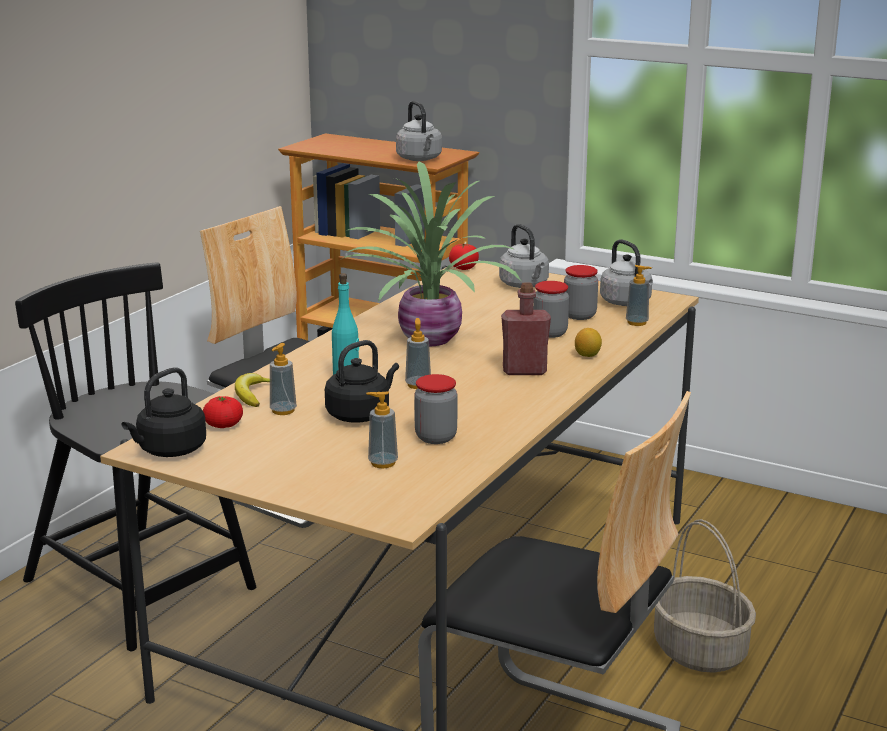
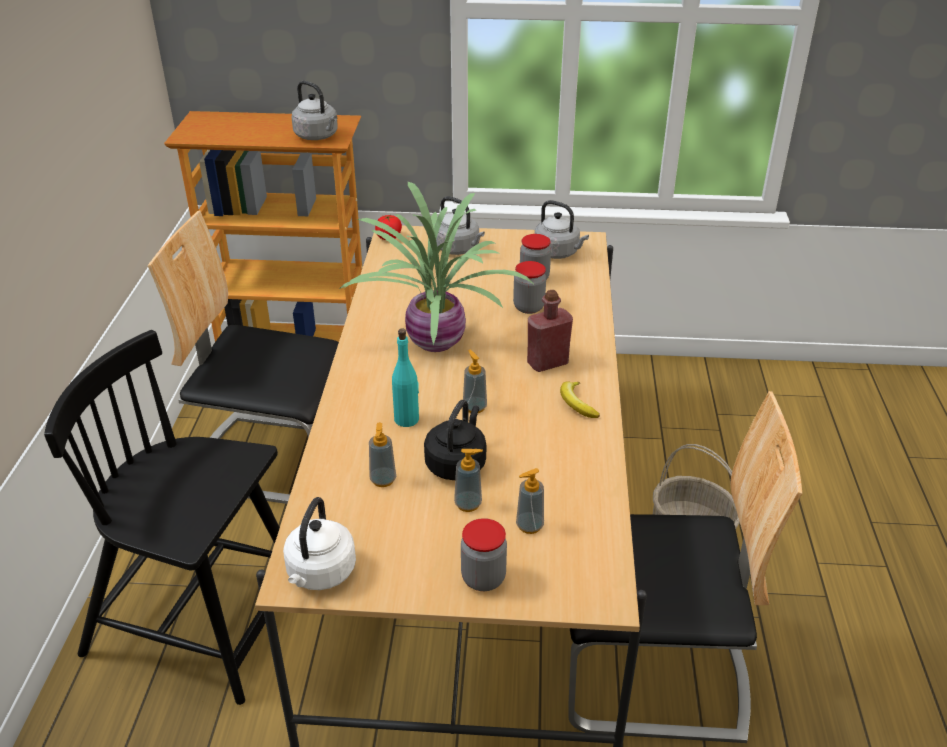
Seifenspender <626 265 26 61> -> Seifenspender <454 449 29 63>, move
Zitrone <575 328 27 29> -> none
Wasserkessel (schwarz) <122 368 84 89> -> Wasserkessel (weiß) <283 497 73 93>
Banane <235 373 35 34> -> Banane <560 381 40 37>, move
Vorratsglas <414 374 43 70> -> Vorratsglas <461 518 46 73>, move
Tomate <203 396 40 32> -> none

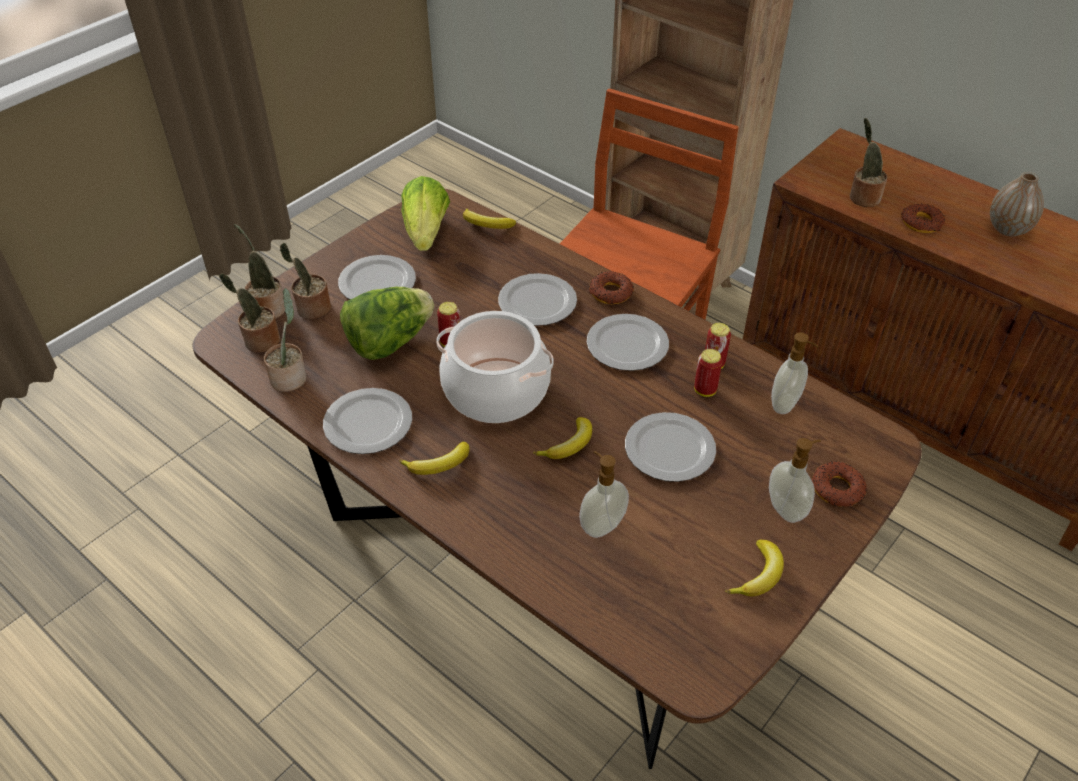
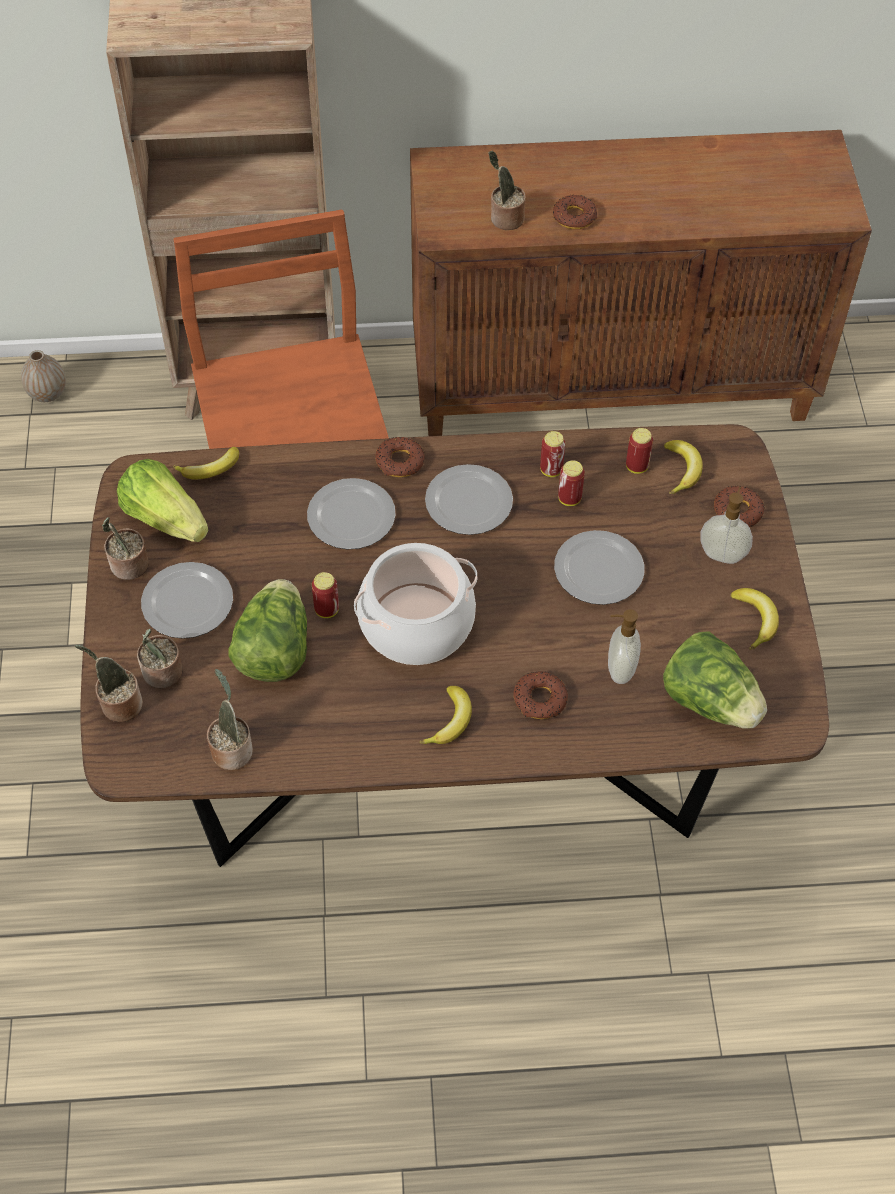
Vase <990 172 54 64> -> Vase <21 350 45 52>, move
Topfpflanze <219 273 61 80> -> Topfpflanze <102 517 47 63>, move
Seifenspender <771 332 48 82> -> Dose <626 428 27 46>
Teller <323 388 89 66> -> none
Banane <533 417 59 42> -> Banane <664 440 39 54>, move
none -> Salatkopf <663 631 104 98>
none -> Donut <514 672 54 47>

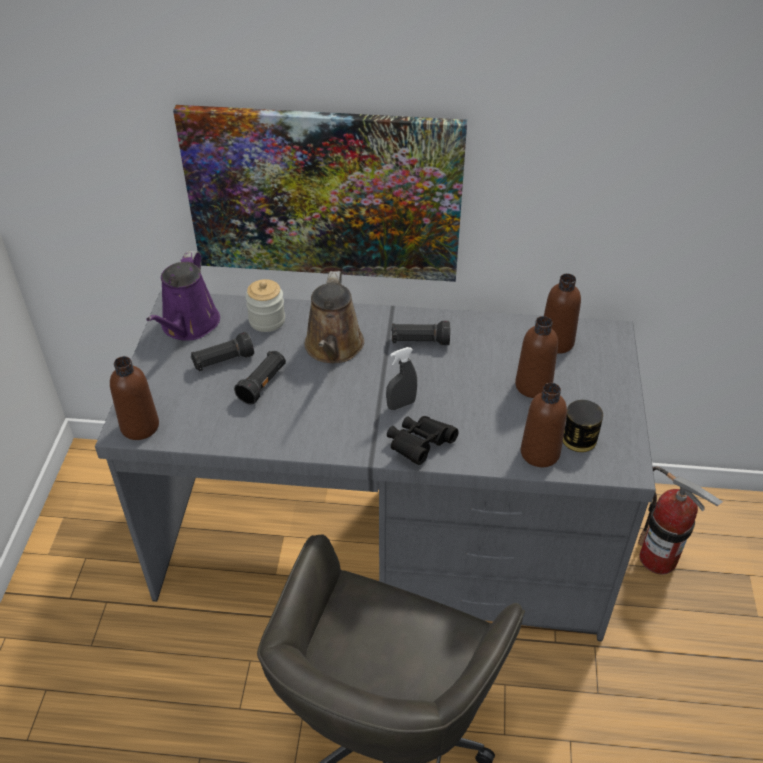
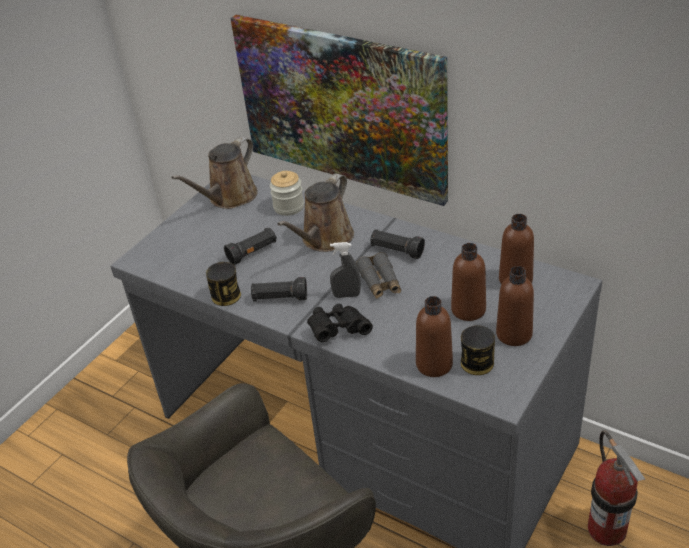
Gießkanne (lila) <147 251 73 90> -> Gießkanne (braun) <171 137 87 72>
Taschenlampe (schwarz) <191 332 63 39> -> Taschenlampe (schwarz) <251 277 56 25>, move
Flasche (braun) <110 356 49 84> -> Flasche (braun) <496 266 38 80>, move
none -> Fernglas (grau) <356 252 45 47>
none -> Dose <206 262 35 44>

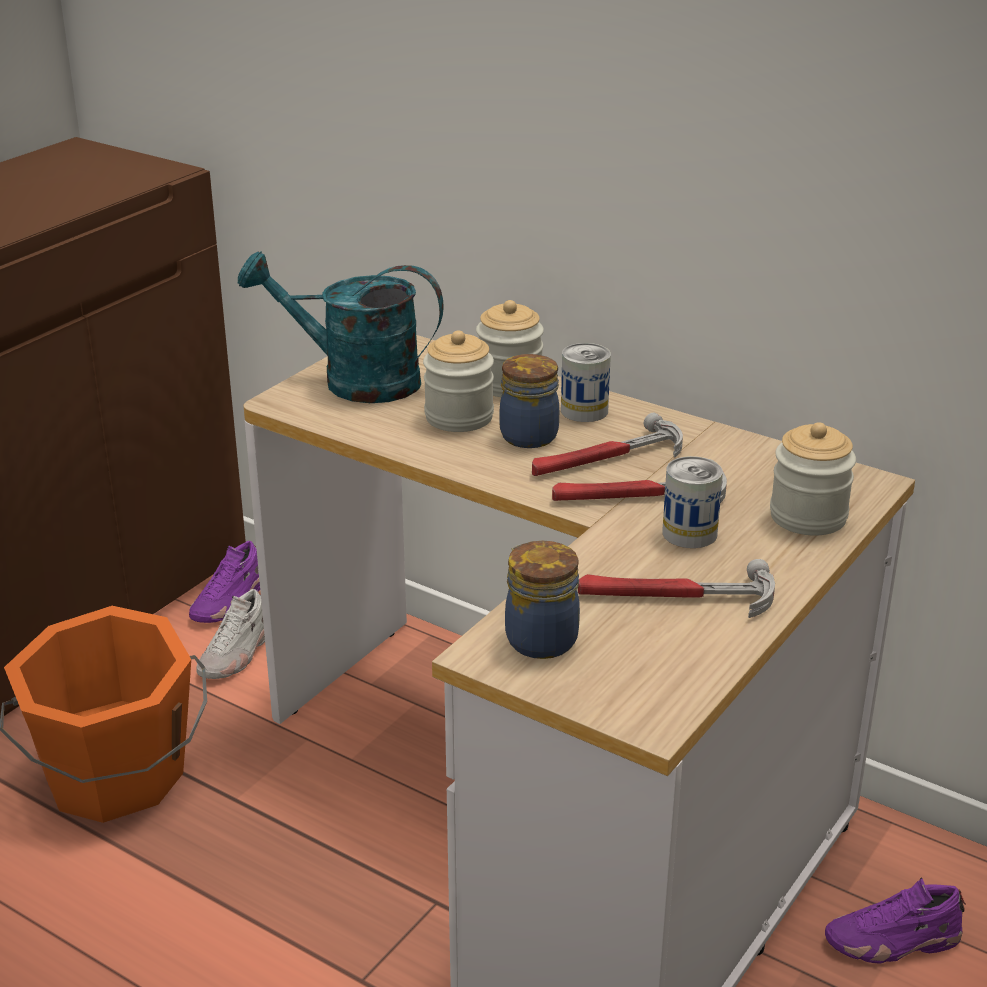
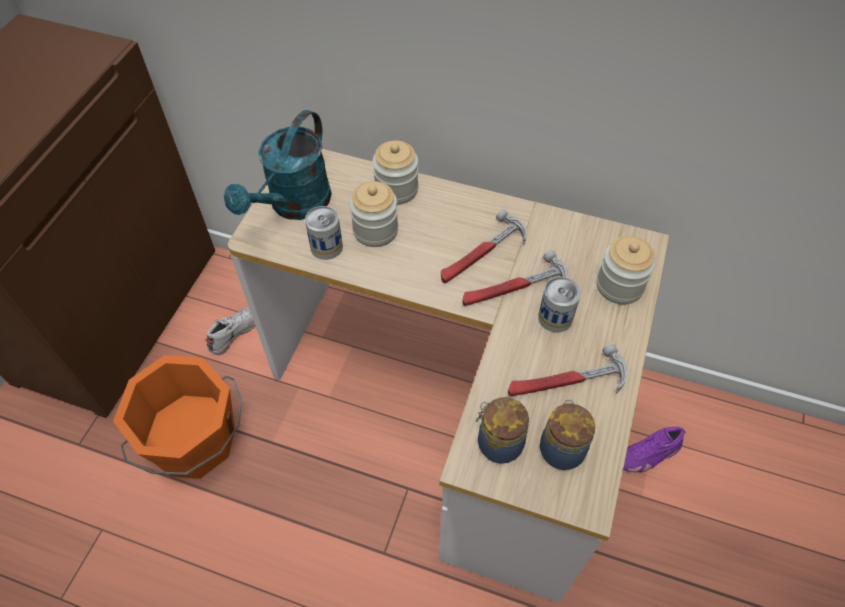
Gießkanne (türkis) <238 251 206 152> -> Gießkanne (türkis) <224 110 108 110>, 60 degrees counterclockwise
Dose <561 343 50 79> -> Dose <305 206 38 54>, move
Vorratsglas <499 354 60 94> -> Vorratsglas <540 400 55 70>, move
Schuh (lila) <189 541 71 82> -> none
Schuh (weiß) <196 589 69 90> -> Schuh (weiß) <205 307 51 48>, 150 degrees counterclockwise

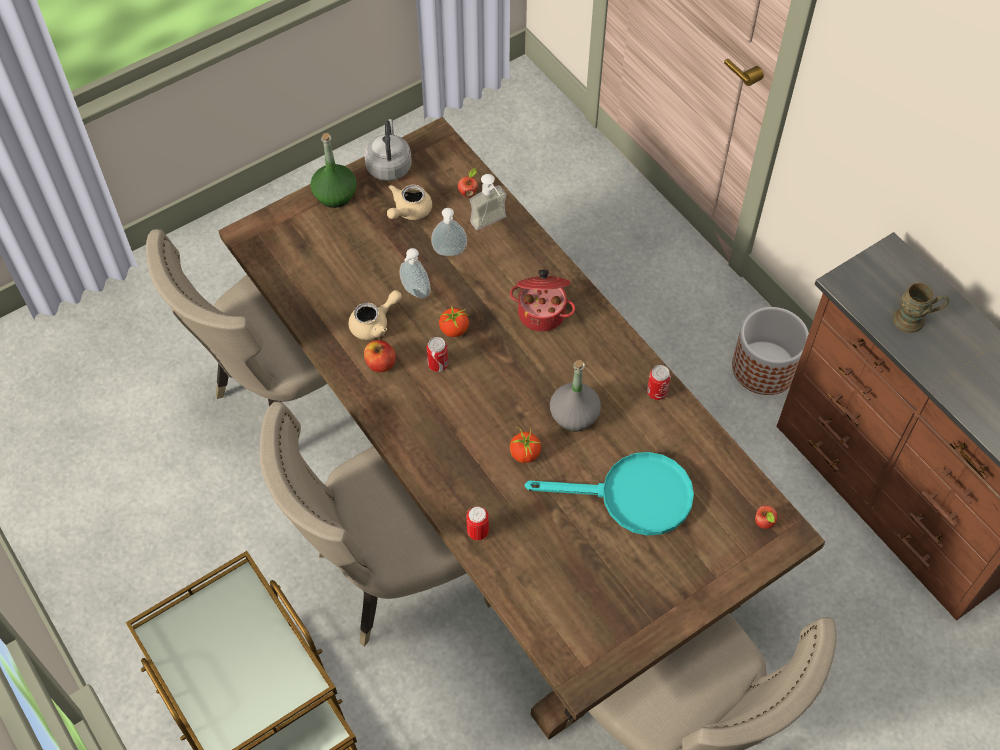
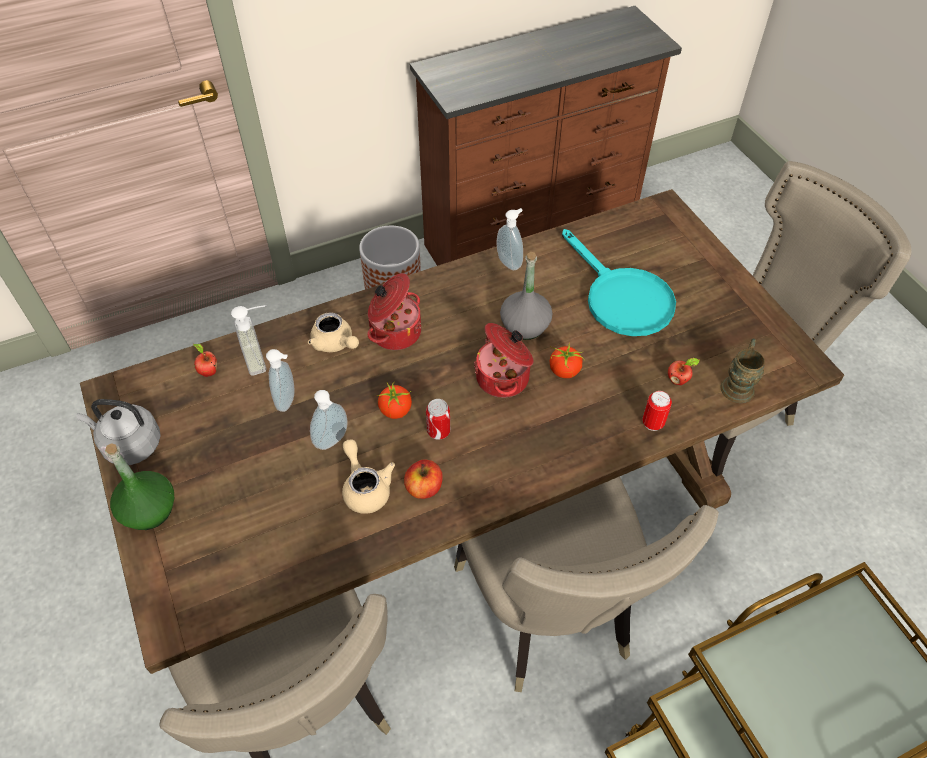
Teekanne (beige) <387 185 45 35> -> Teekanne (beige) <308 312 51 40>, move
Henkelbecher (braun) <893 283 56 50> -> Henkelbecher (braun) <721 338 44 65>, move
Dose <647 365 24 35> -> Seifenspender <497 208 26 62>
Pfanne (türkis) <525 452 169 84> -> Pfanne (türkis) <562 229 114 107>, 135 degrees clockwise
Apfel <755 505 23 24> -> Apfel <668 358 32 27>, move
none -> Kochtopf <474 323 60 75>

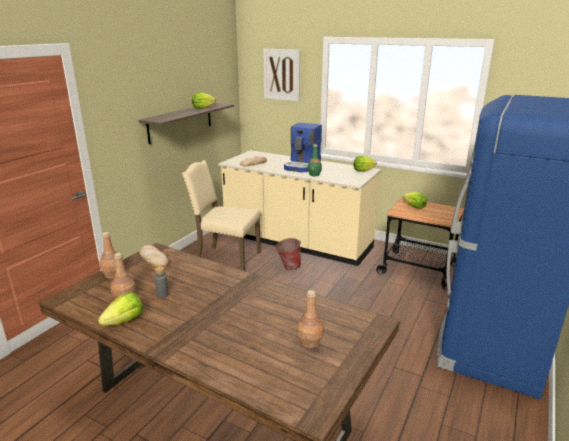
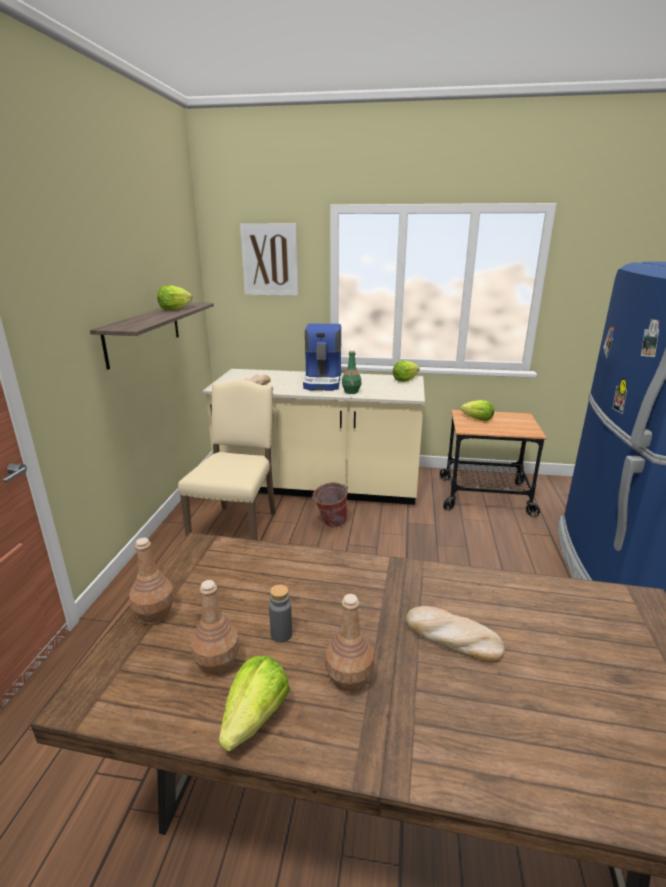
Stuhl (beige) <182 160 79 111> -> Stuhl (beige) <178 380 98 160>, 105 degrees clockwise
Brot <139 245 30 23> -> Brot <406 606 99 57>, move
Flasche (braun) <296 290 28 58> -> Flasche (braun) <325 594 49 100>, move

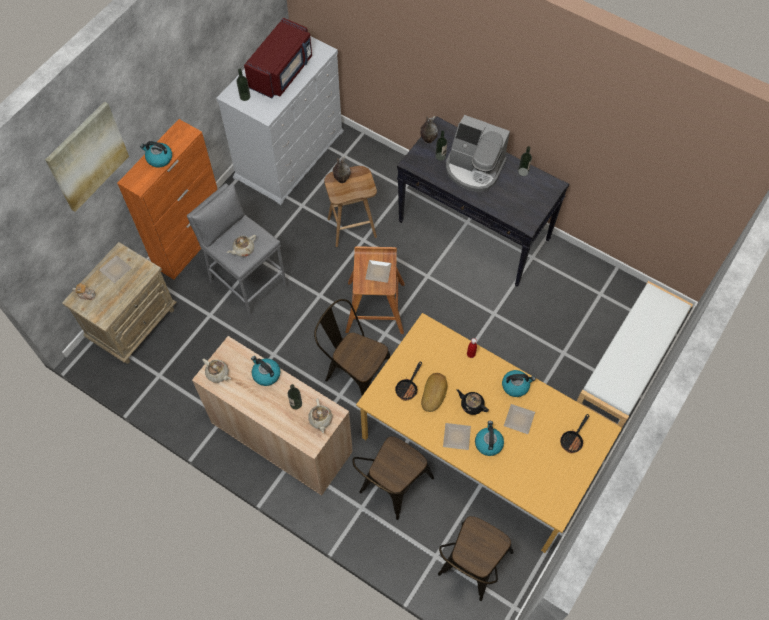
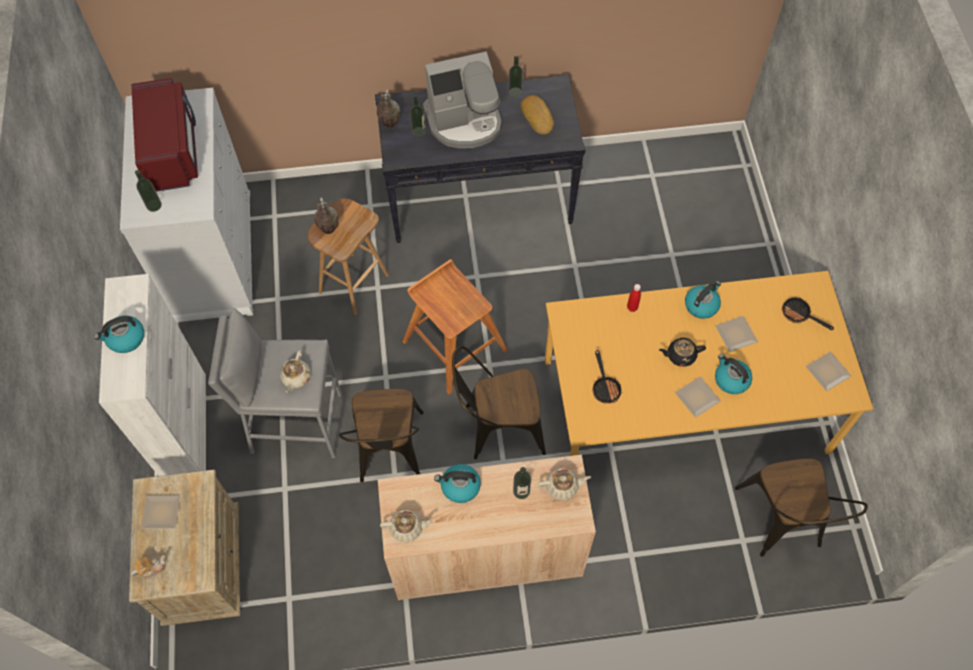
Bild <45 102 84 110> -> none
Schrank (orange) <117 119 101 161> -> Schrank (weiß) <99 274 107 202>
Teller <365 260 27 23> -> Teller <806 351 45 40>, move
Bank (weiß) <576 281 117 146> -> none
Brot <421 373 26 39> -> Brot <521 95 33 39>, move
Teekanne (beige) <308 398 25 35> -> Teekanne (beige) <538 468 53 32>, 45 degrees counterclockwise
Pfanne <560 414 29 39> -> Pfanne <782 297 52 33>, 135 degrees clockwise
Stuhl (braun) <352 436 82 84> -> Stuhl (braun) <339 389 85 93>, move

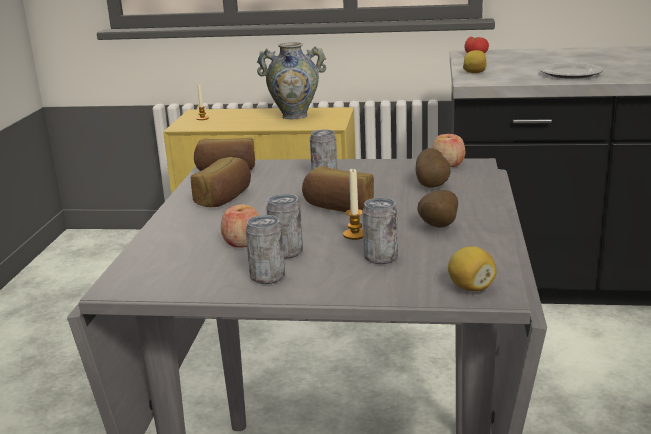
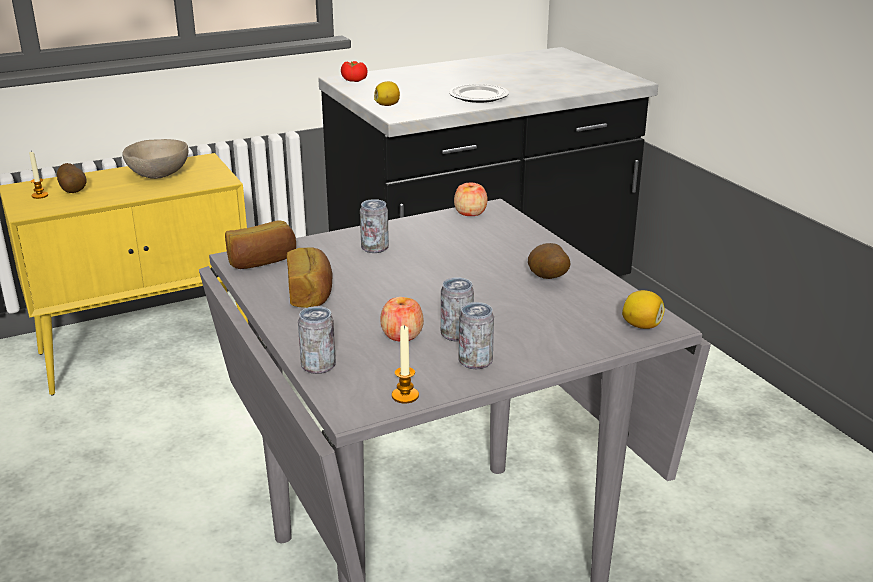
Vase <257 42 69 77> -> Schüssel (beige) <122 139 66 40>
Kartoffel <415 148 36 40> -> Kartoffel <57 163 30 30>, move
Brot <302 167 72 45> -> none
Kerze <343 169 20 71> -> Kerze <392 325 27 78>, move
Dose <363 198 35 66> -> Dose <298 306 38 68>, move

